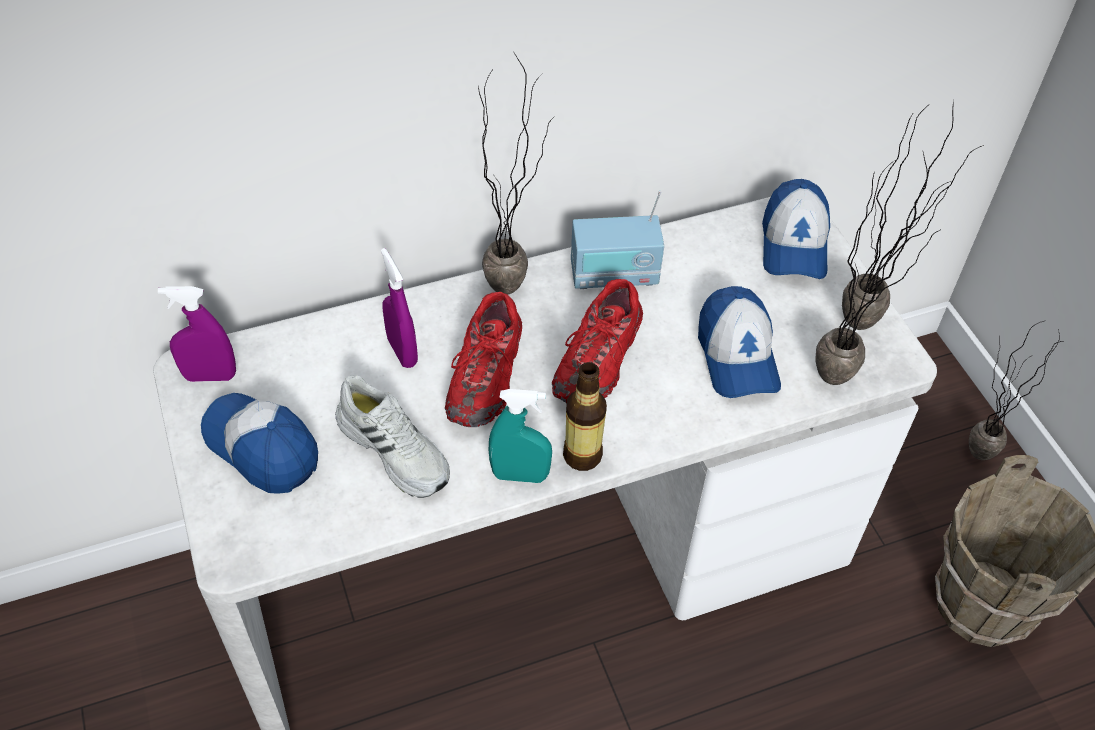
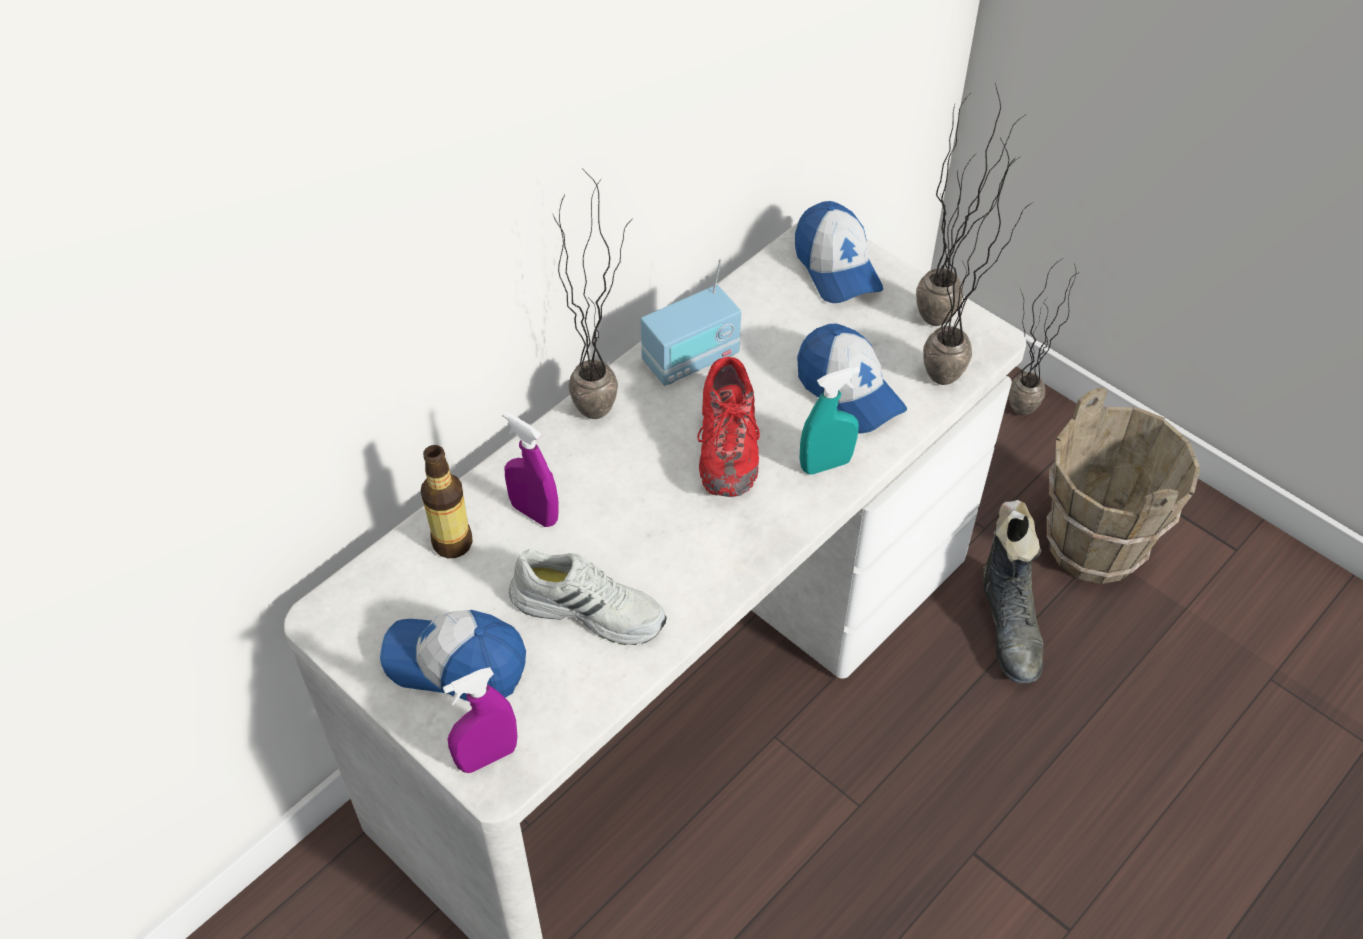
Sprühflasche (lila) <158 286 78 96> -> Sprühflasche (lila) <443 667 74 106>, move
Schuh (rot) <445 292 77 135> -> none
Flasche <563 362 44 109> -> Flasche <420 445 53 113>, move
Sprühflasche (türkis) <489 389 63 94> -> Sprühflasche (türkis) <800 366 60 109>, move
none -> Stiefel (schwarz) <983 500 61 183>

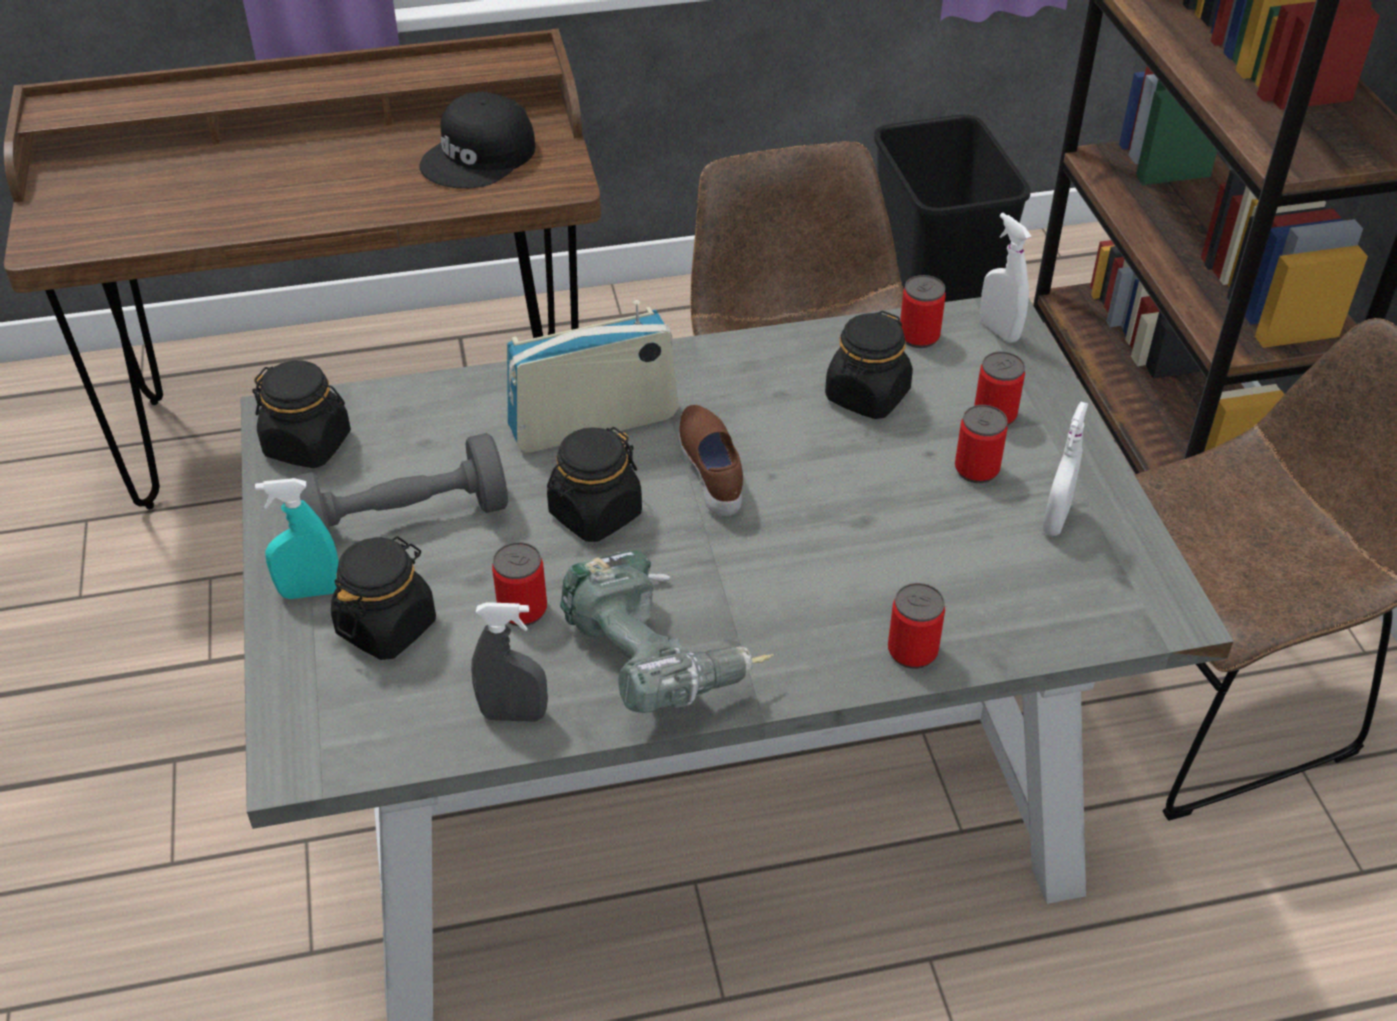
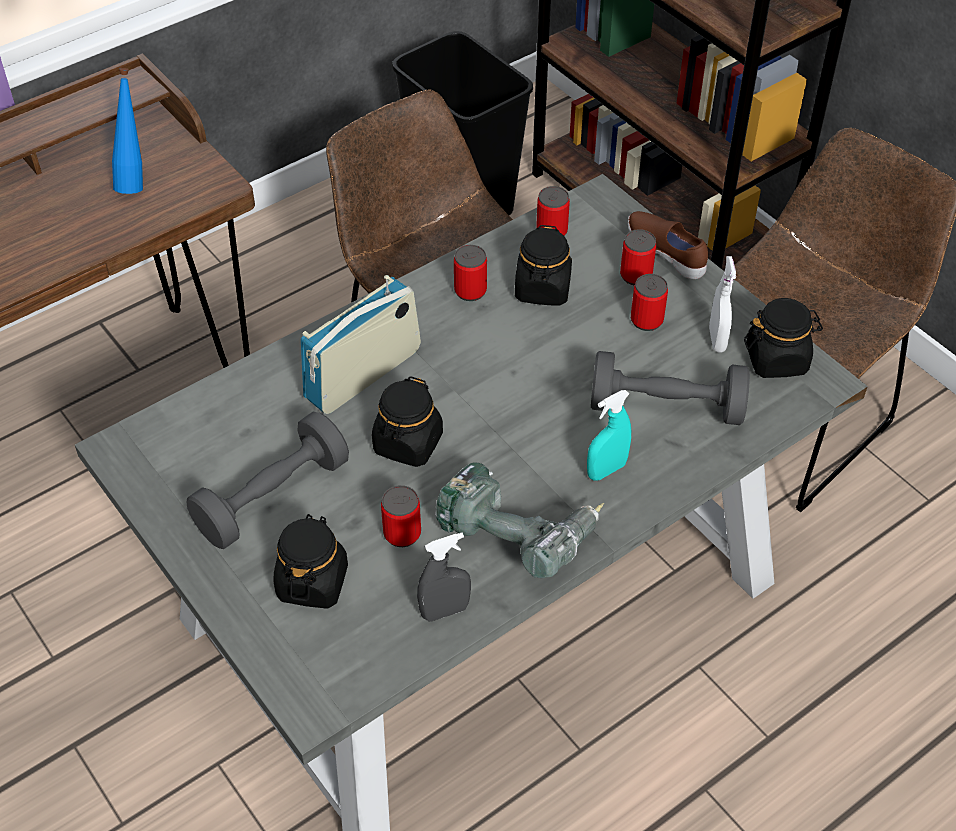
Kappe (schwarz) <419 92 116 97> -> Flasche (blau) <112 68 31 126>
Sprühflasche (weiß) <980 213 51 130> -> none
Vorratsglas (schwarz) <252 360 99 108> -> Vorratsglas (schwarz) <744 298 79 80>, move
Schuh (braun) <678 405 65 111> -> Schuh (braun) <628 211 80 68>, move
Sprühflasche (türkis) <255 478 84 121> -> Sprühflasche (türkis) <587 390 44 91>, move
Dose <888 583 57 86> -> Dose <454 245 33 56>, move
none -> Hantel (grau) <591 351 159 74>

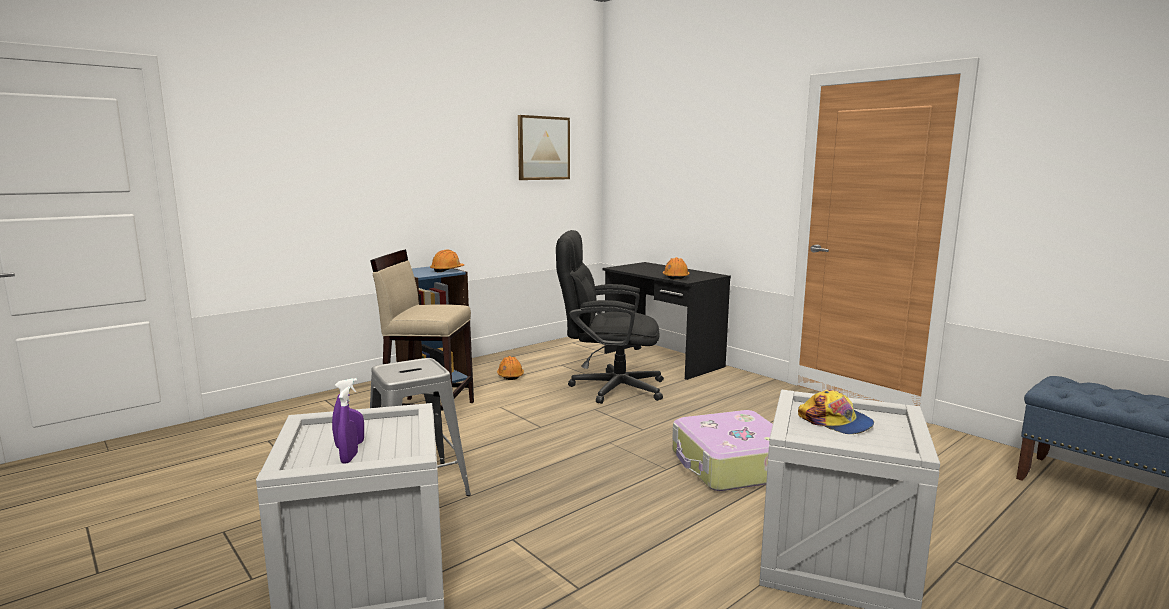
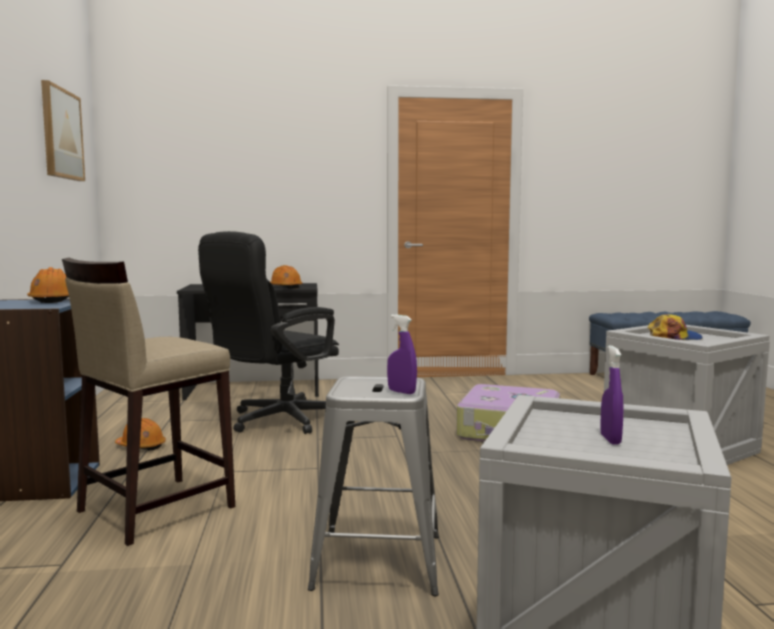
Sprühflasche (lila) <338 387 20 76> -> Sprühflasche (lila) <387 314 30 80>, move

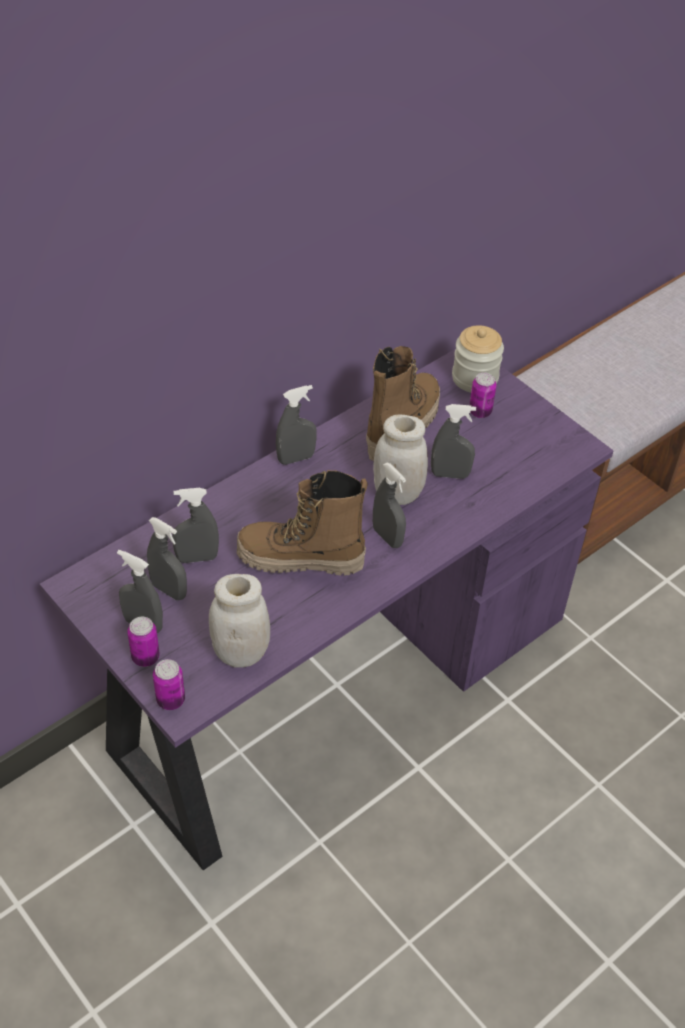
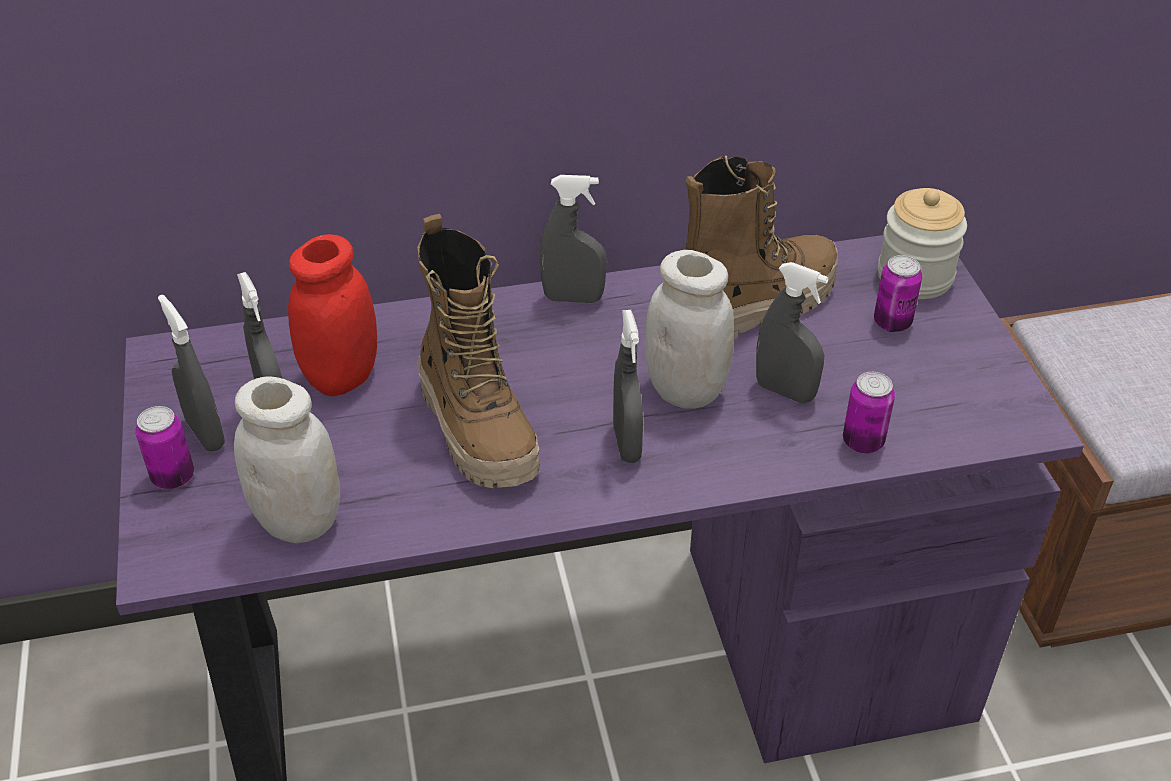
Stiefel <237 470 131 106> -> Stiefel <417 214 123 274>, 150 degrees counterclockwise
Sprühflasche (grau) <172 488 47 75> -> Vorratsglas (rot) <288 234 89 162>
Dose <153 659 32 51> -> Dose <843 372 52 81>, move

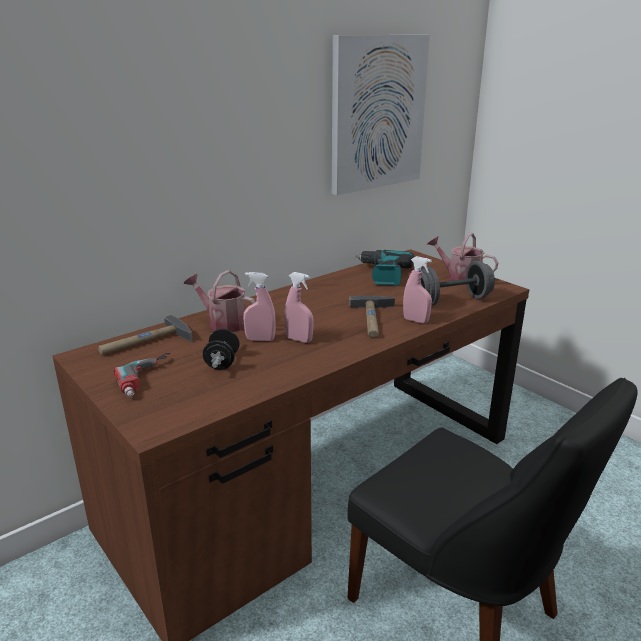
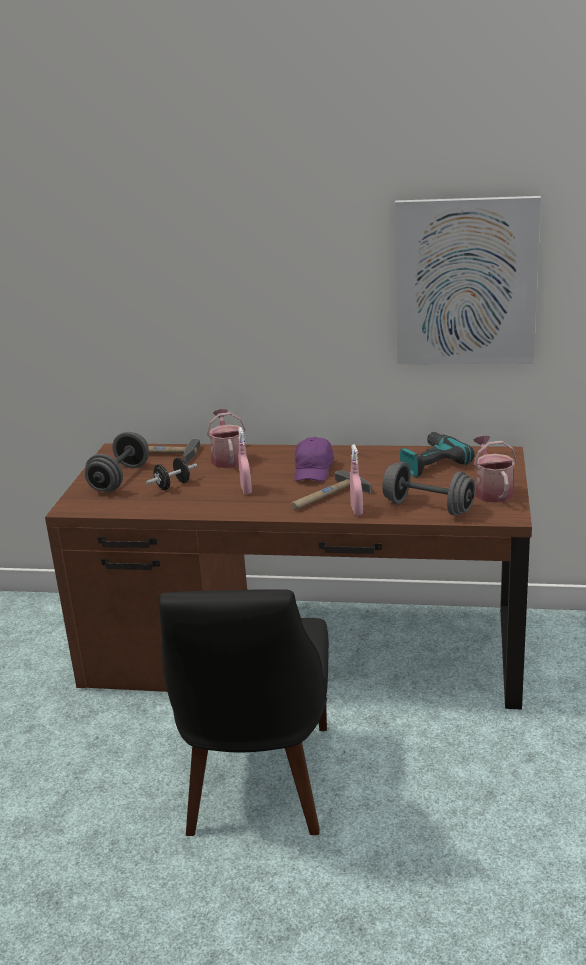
Sprühflasche (rosa) <243 272 33 69> -> none
Bohrmaschine <114 352 56 45> -> Hantel (grau) <85 432 64 60>
none -> Kappe (lila) <294 437 40 45>

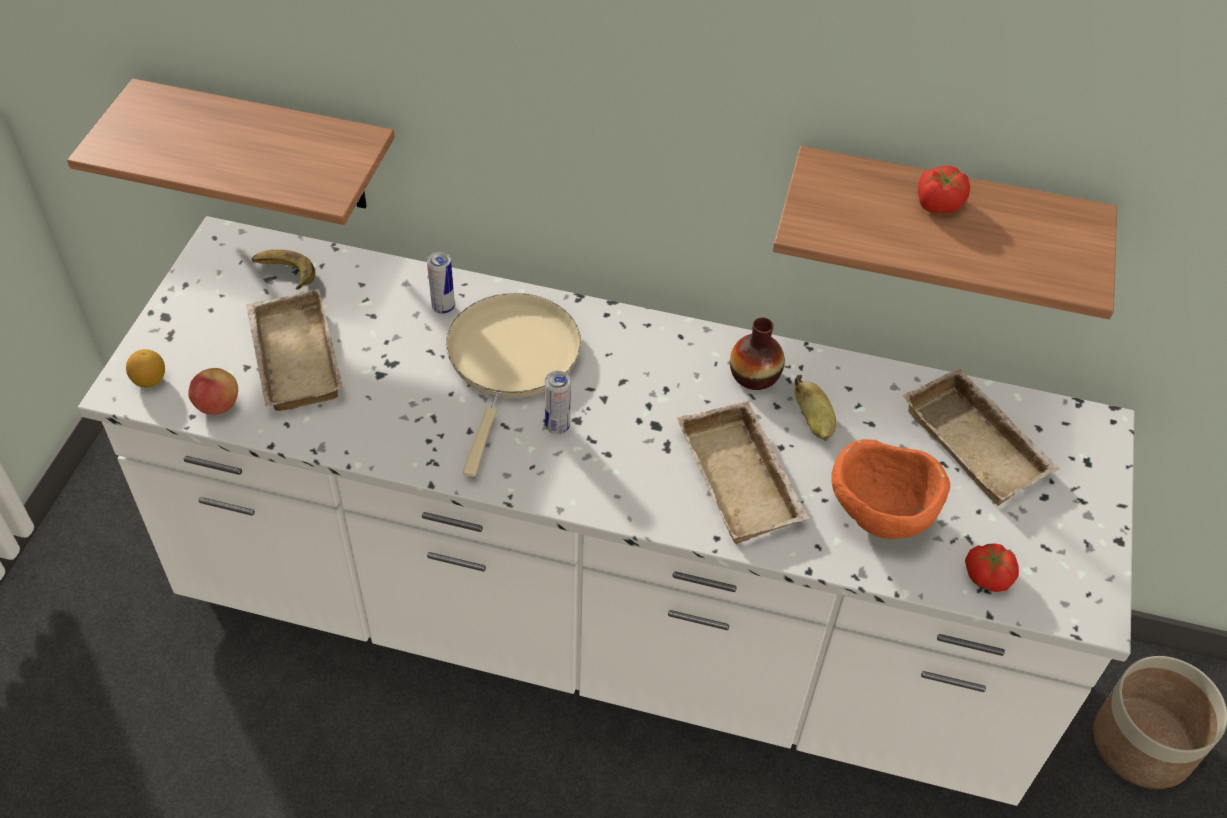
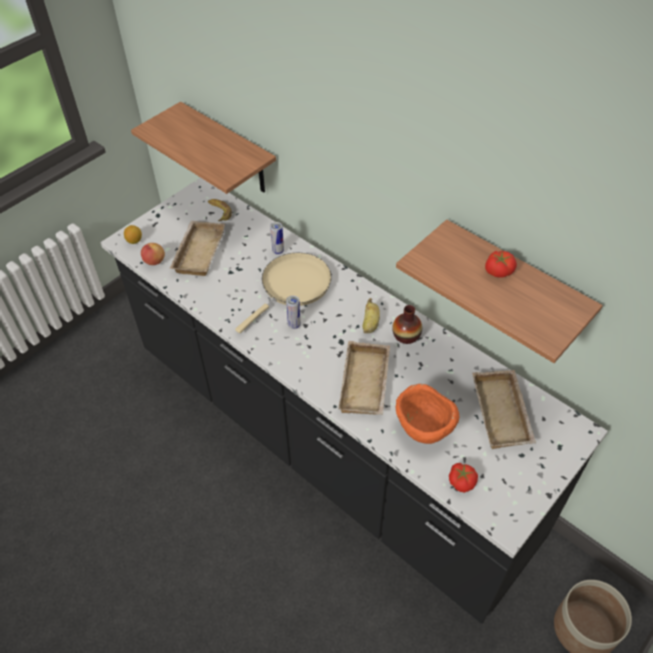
Küchenzeile (weiß) <78 216 1057 590> -> Küchenzeile (schwarz) <100 178 508 446>
Banane <794 375 42 66> -> Banane <363 298 17 35>, move

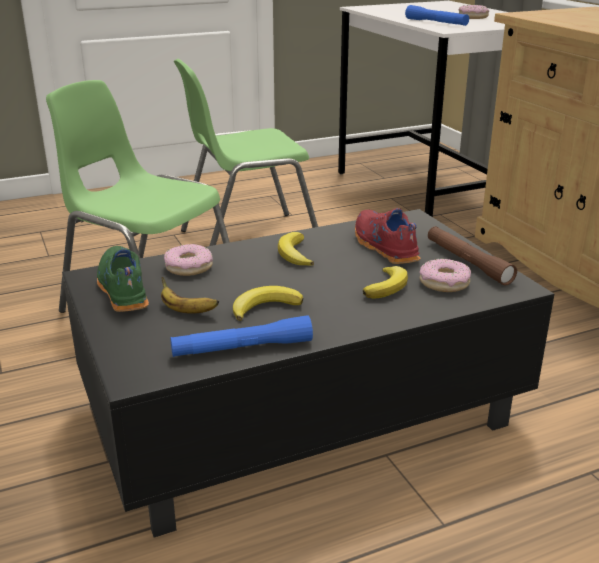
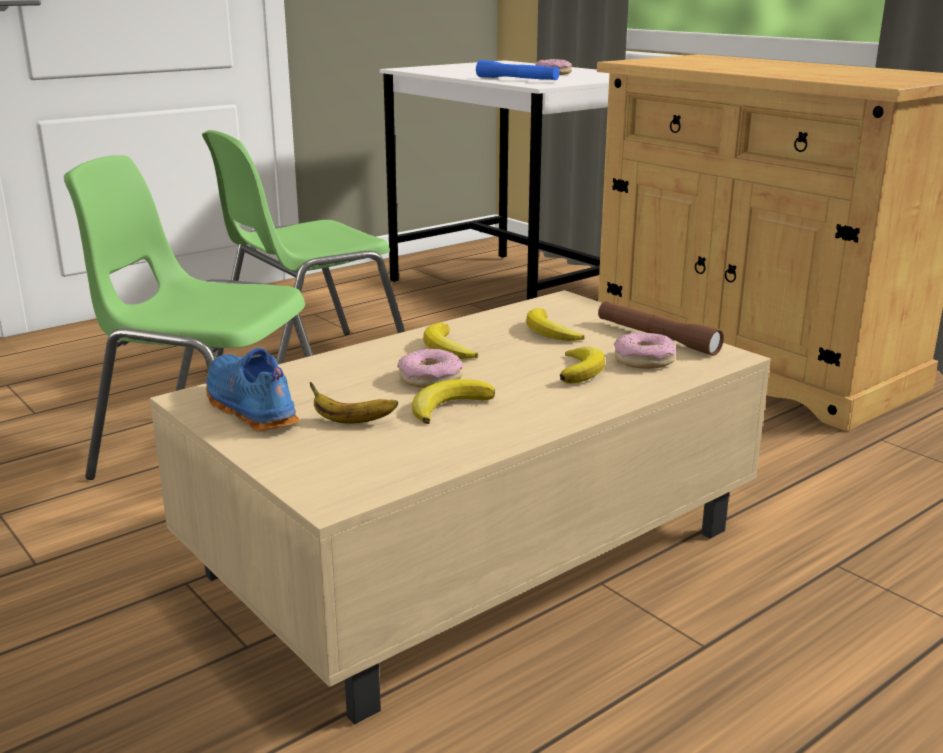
Schuh (rot) <355 208 65 56> -> Banane <526 308 59 33>
Couchtisch (schwarz) <62 209 492 329> -> Couchtisch (beige) <150 290 621 434>
Donut <164 244 49 32> -> Donut <397 348 66 40>, move
Schuh (grün) <97 246 52 66> -> Schuh (blau) <206 348 93 84>
Taschenlampe (blau) <170 315 143 42> -> none

